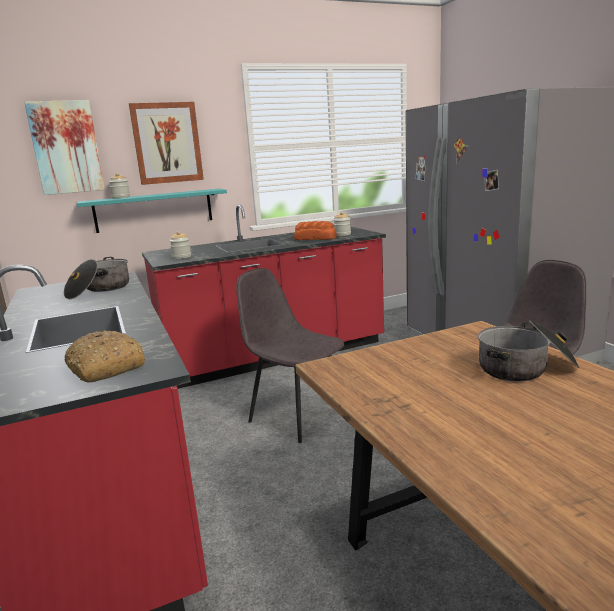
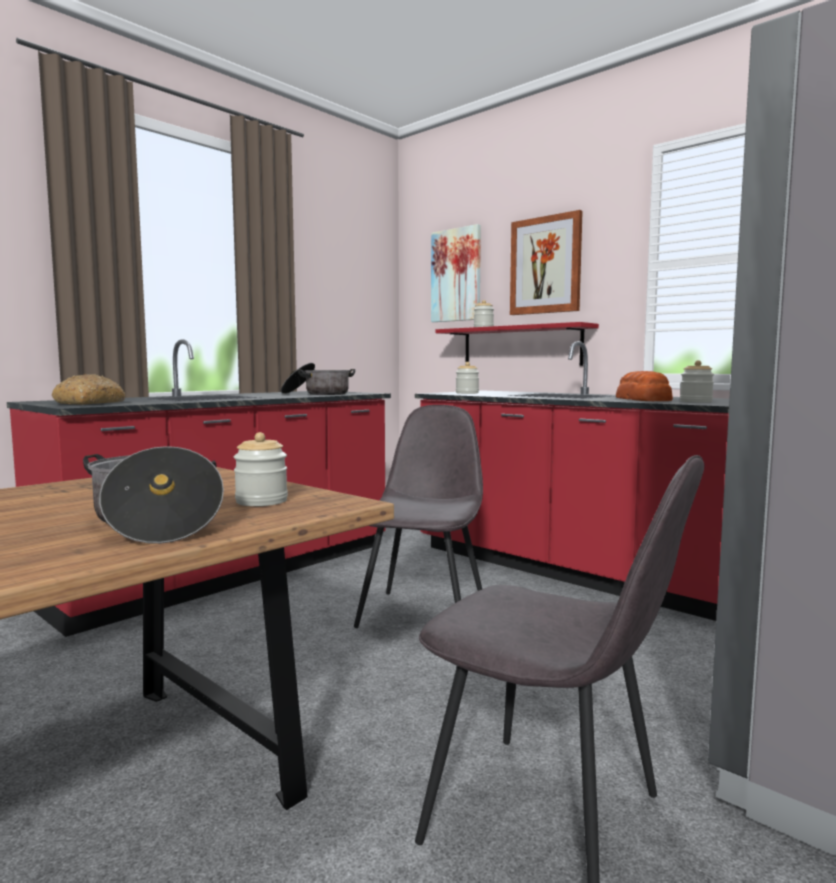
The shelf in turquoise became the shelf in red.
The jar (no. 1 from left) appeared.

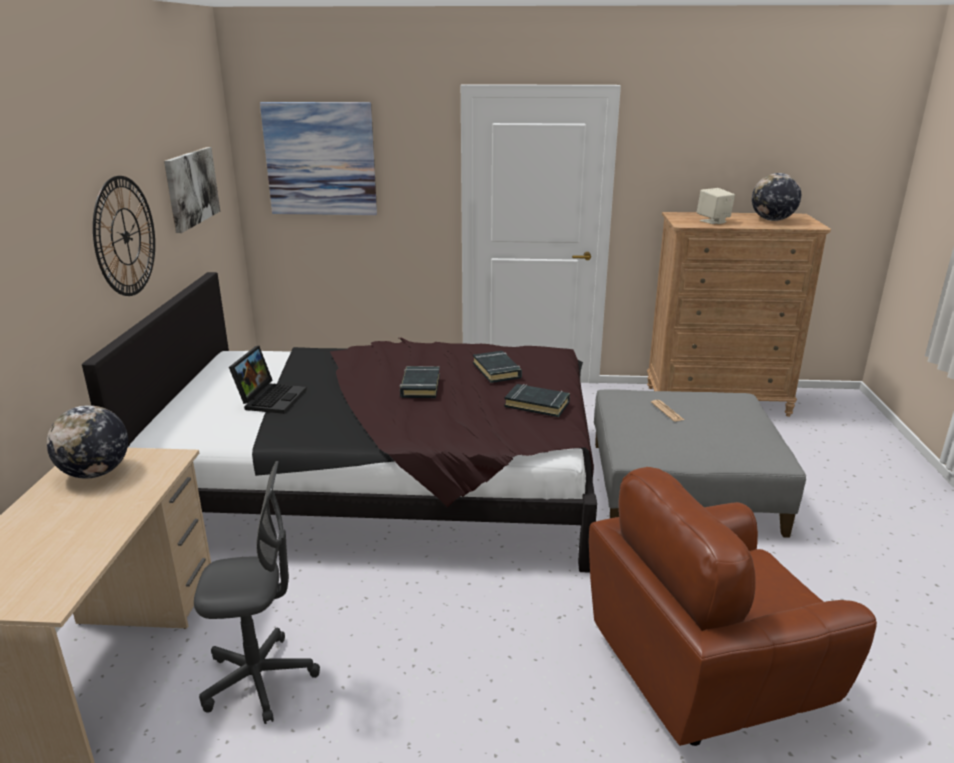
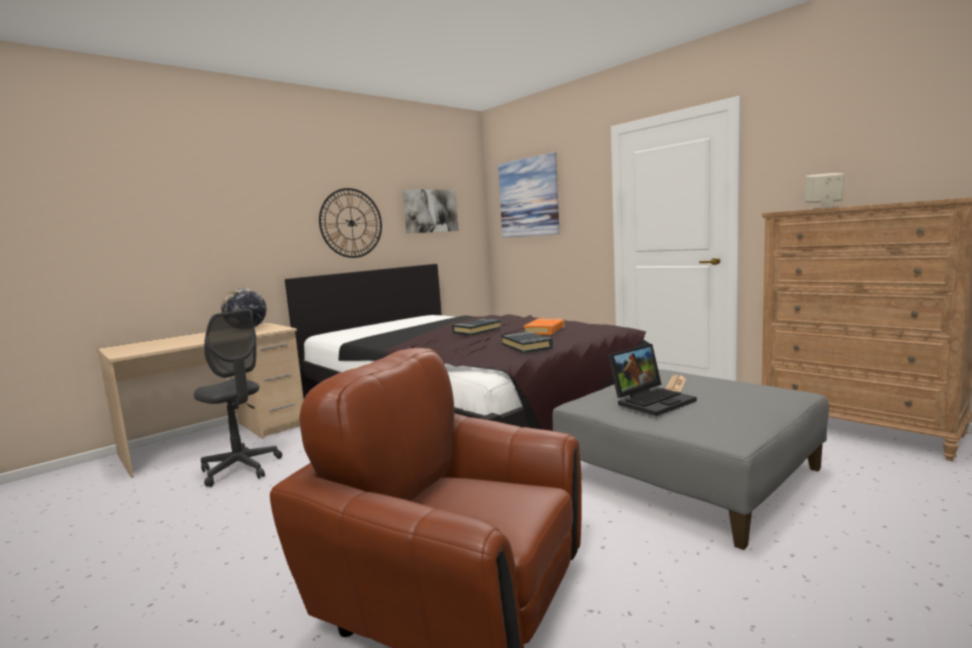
The globe (no. 2 from left) disappeared.
The laptop moved.
The book in black (no. 2 from left) became the book in orange.

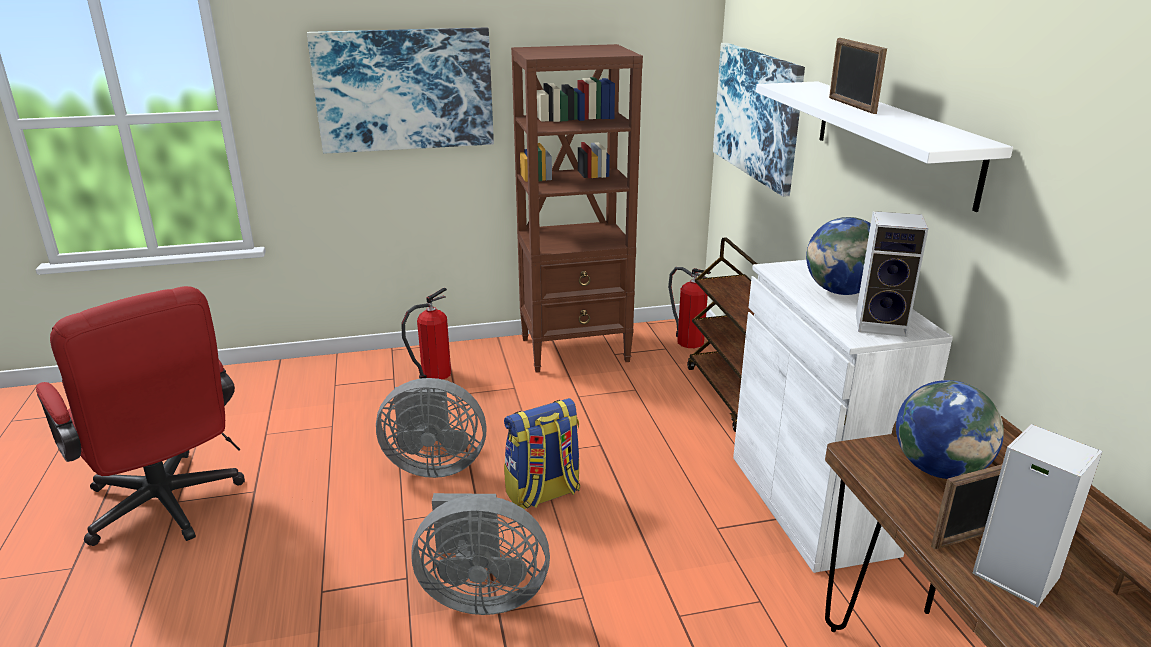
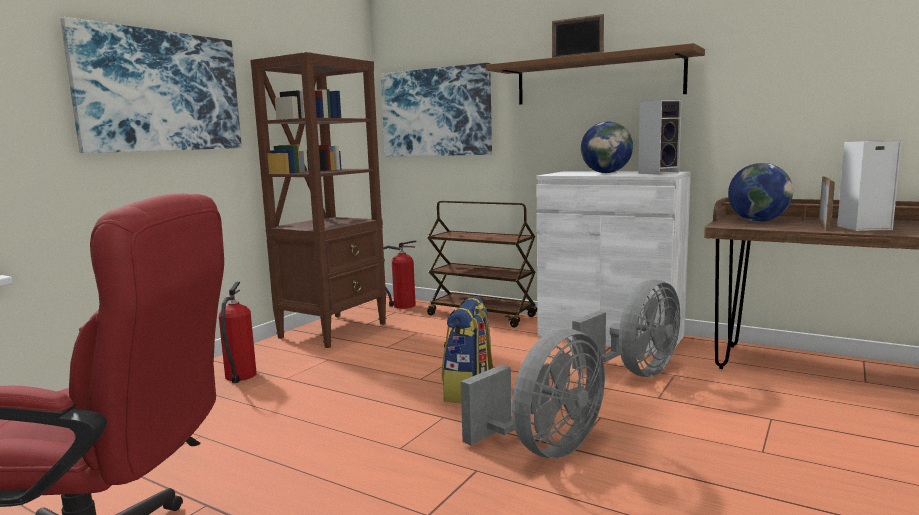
The shelf in white became the shelf in brown.
The fan in grey (no. 1 from left in the first image) moved.

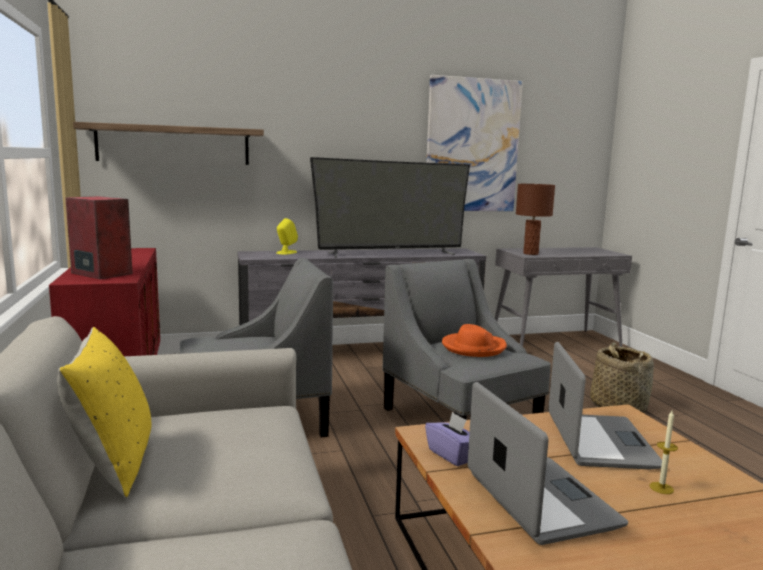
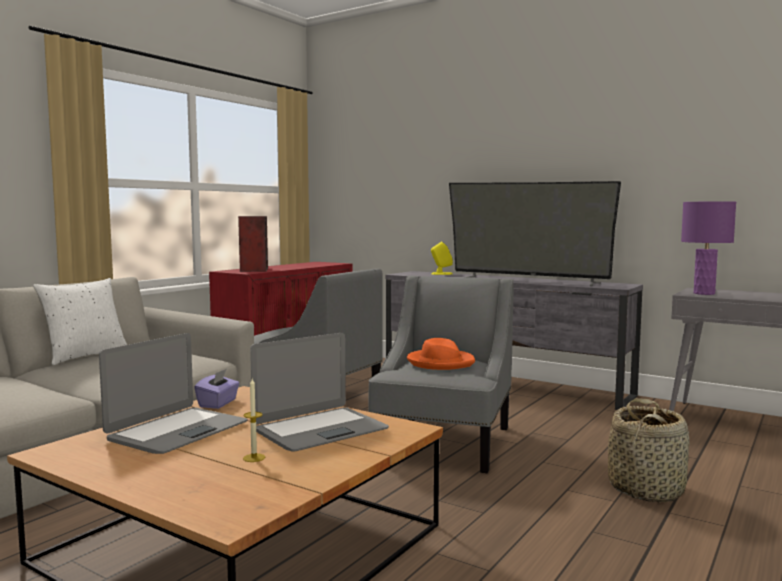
The picture disappeared.
The shelf disappeared.
The table lamp in brown became the table lamp in purple.
The pillow in yellow became the pillow in white.

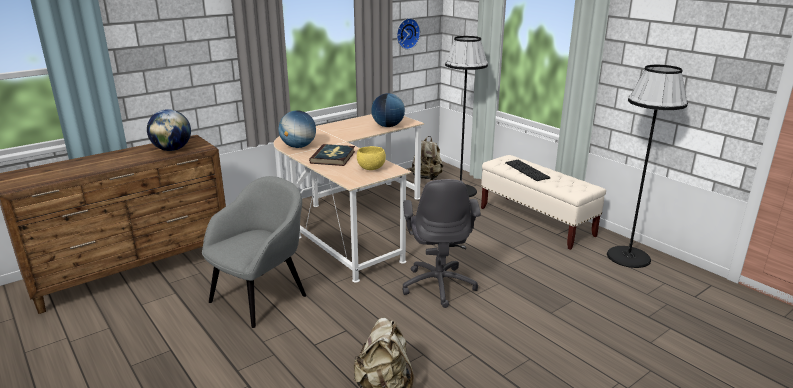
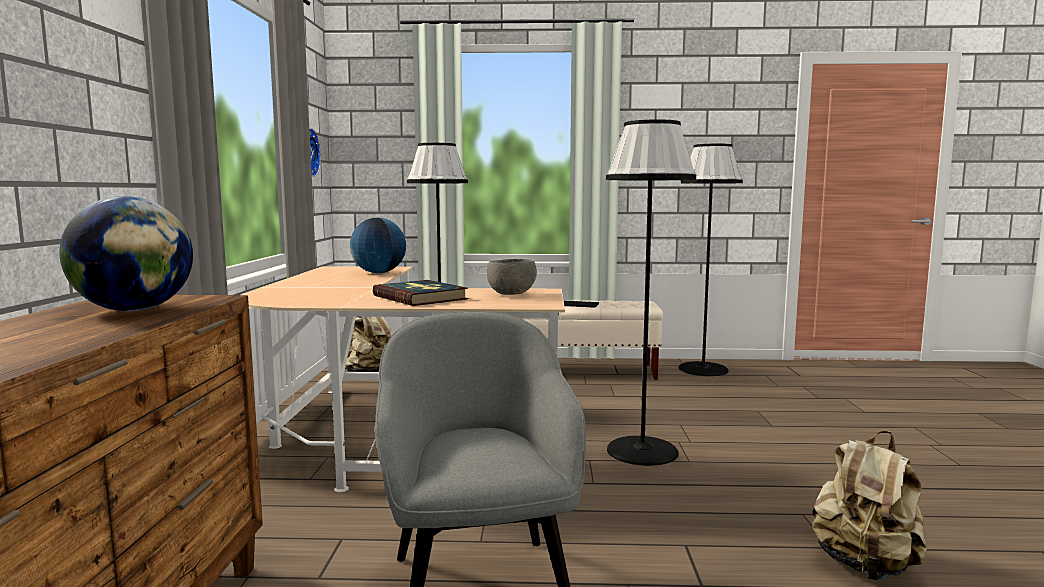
The globe (no. 2 from left) disappeared.
The bowl in yellow became the bowl in grey.
The office chair in grey was replaced by the floor lamp in black (no. 2 from left).

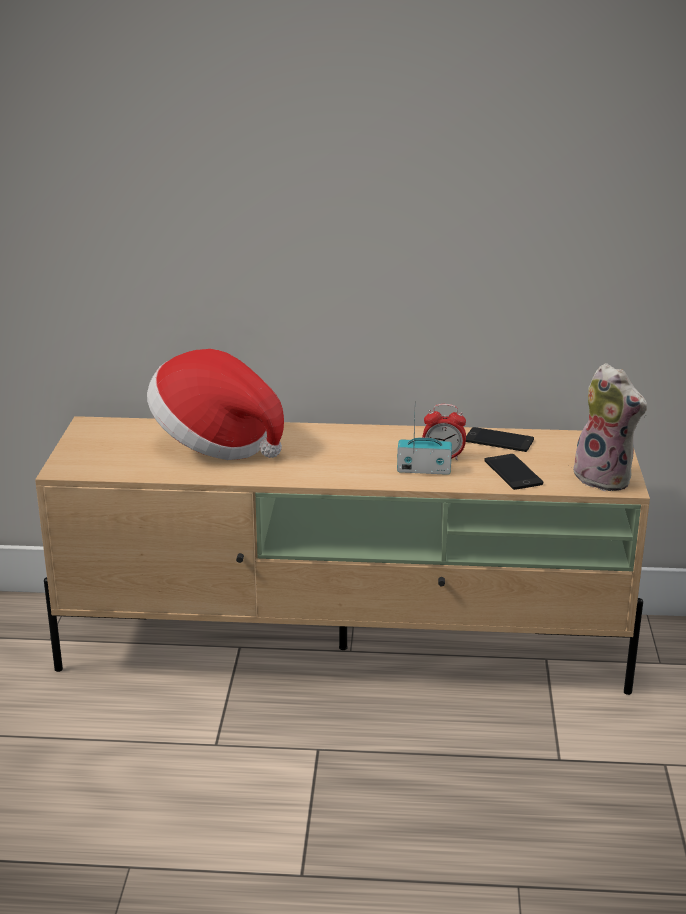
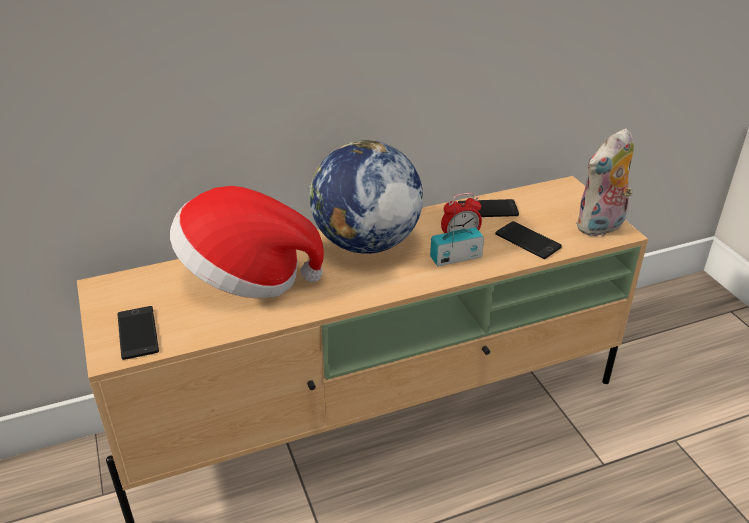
The plush toy turned 120 degrees clockwise.
The globe appeared.
The phone (no. 1 from left) appeared.

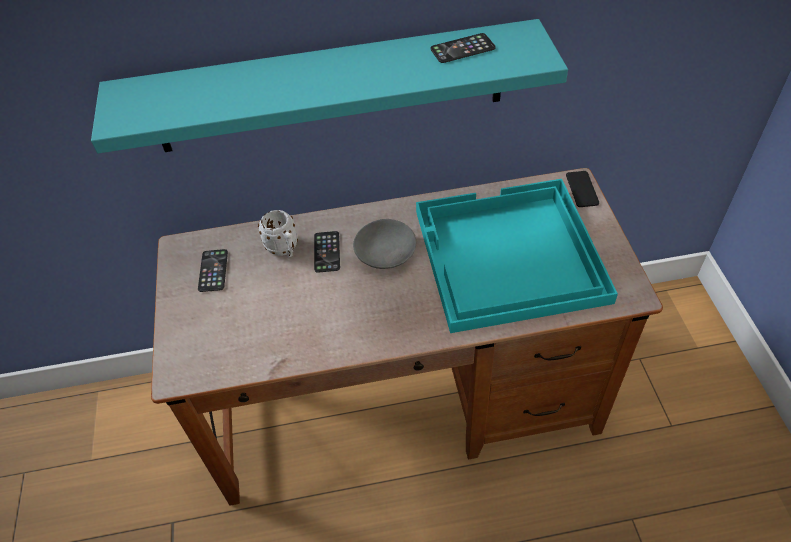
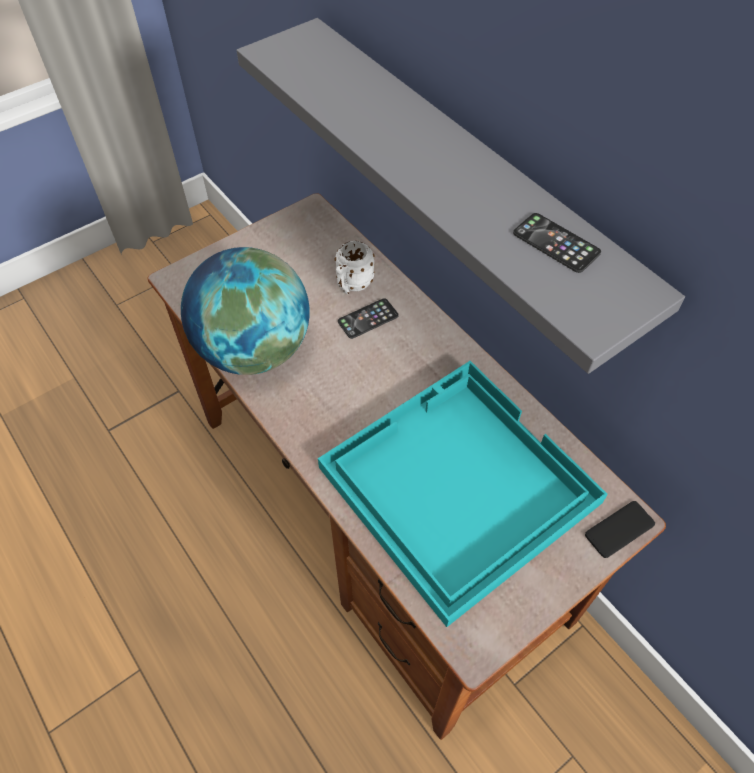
The shelf in turquoise became the shelf in grey.
The bowl in grey disappeared.
The phone (no. 1 from left) disappeared.
The globe appeared.

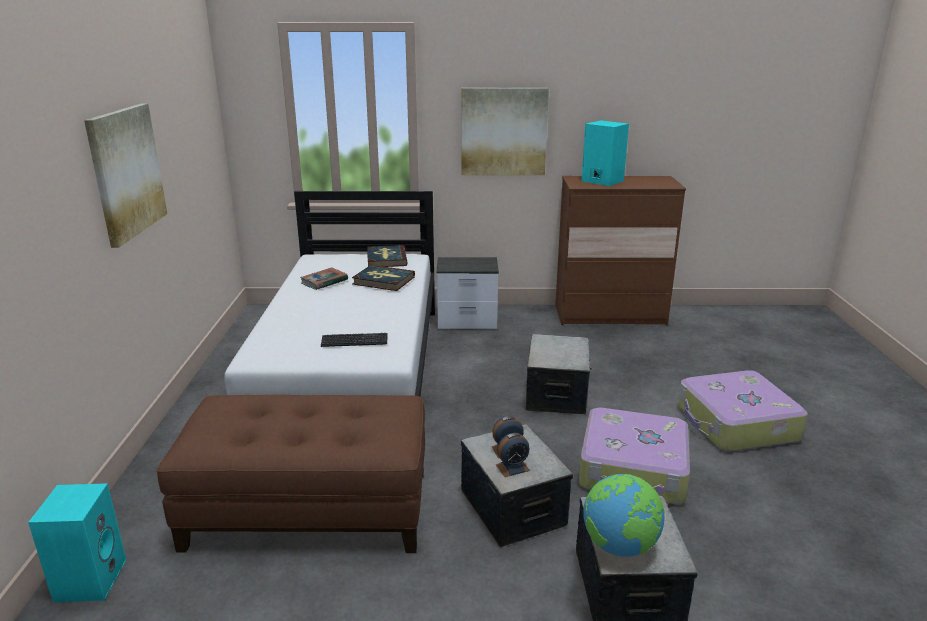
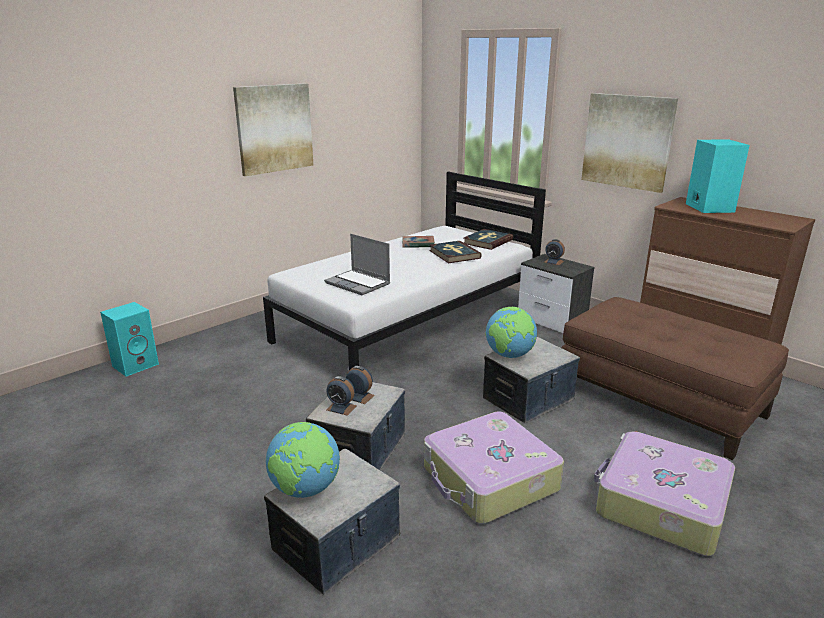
The keyboard was replaced by the laptop.
The ottoman in brown moved.
The alarm clock (no. 3 from left) appeared.
The globe (no. 2 from left) appeared.

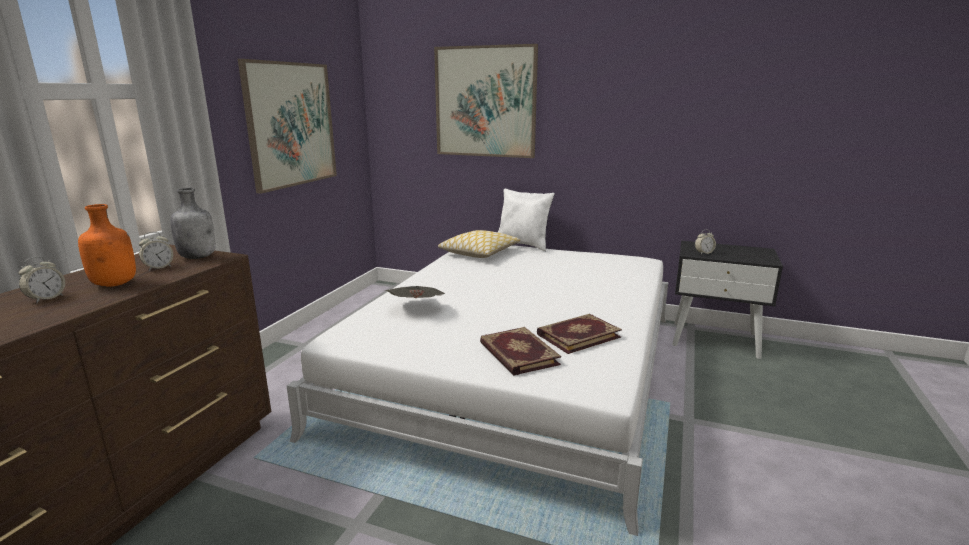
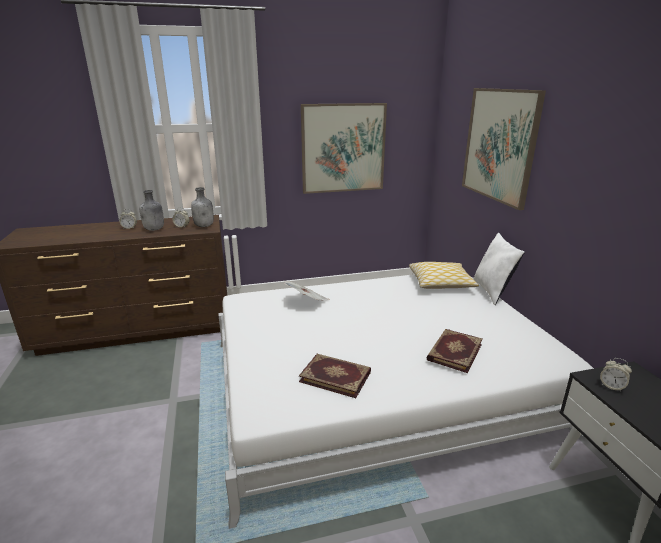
The bottle in orange became the bottle in grey (no. 1 from left).
The book (no. 1 from left in the first image) moved.

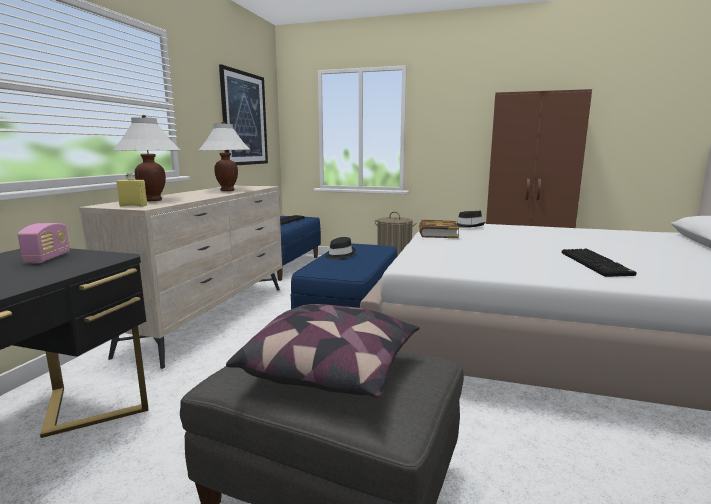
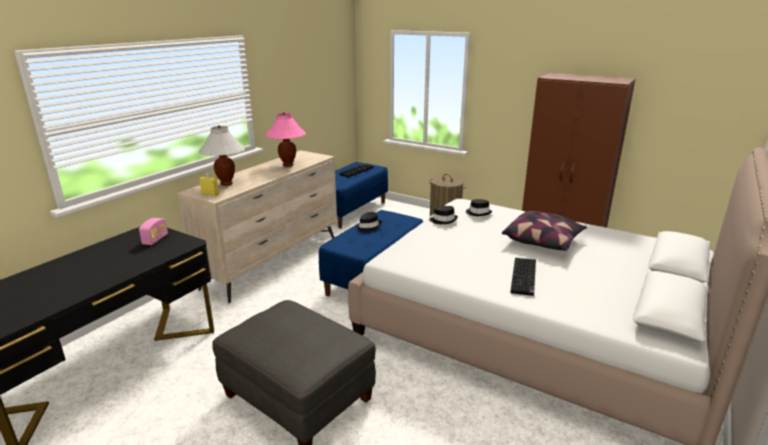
The picture disappeared.
The table lamp in white (no. 2 from left) became the table lamp in pink.
The book was replaced by the hat in black (no. 2 from left).
The pillow moved.

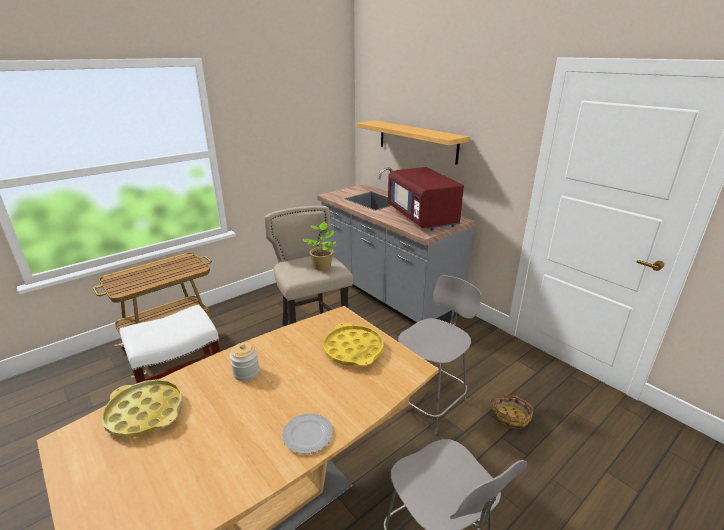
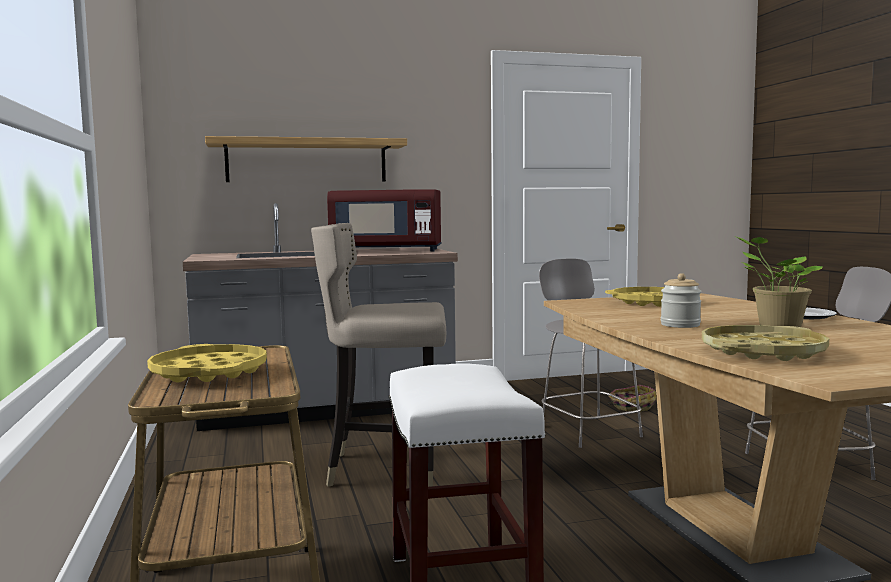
The potted plant moved.
The tray in yellow (no. 1 from left) appeared.

